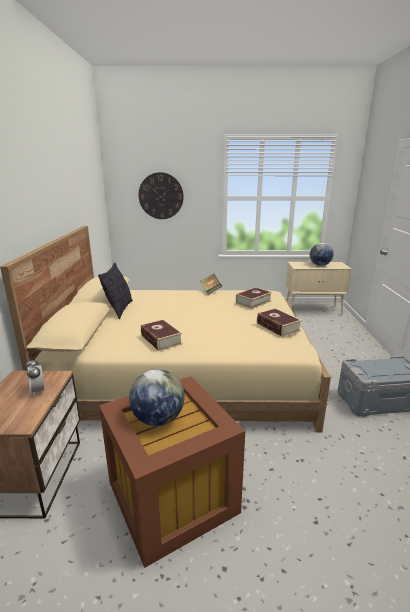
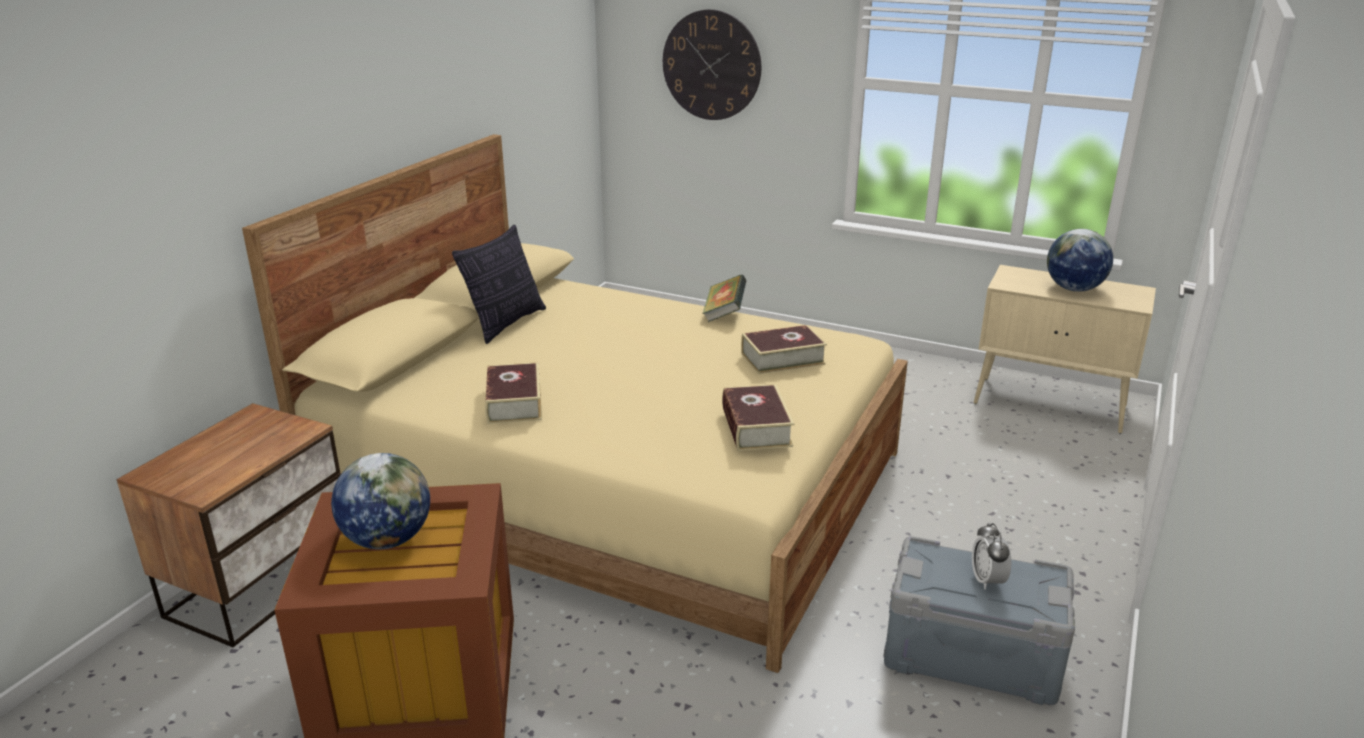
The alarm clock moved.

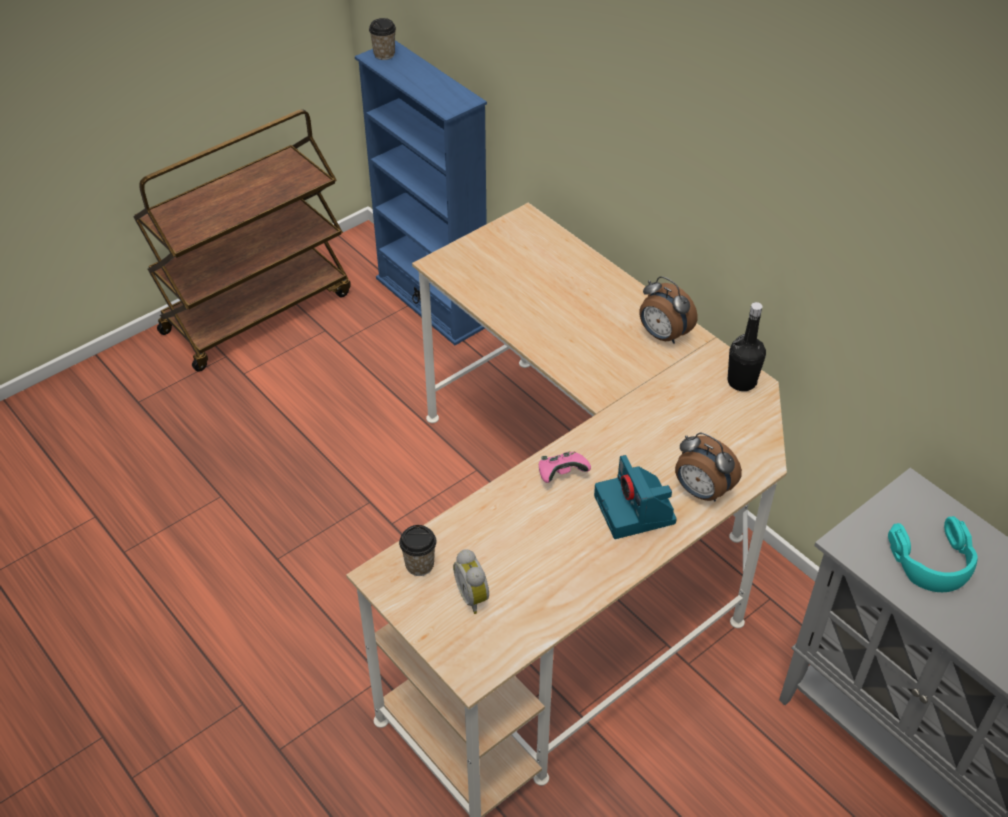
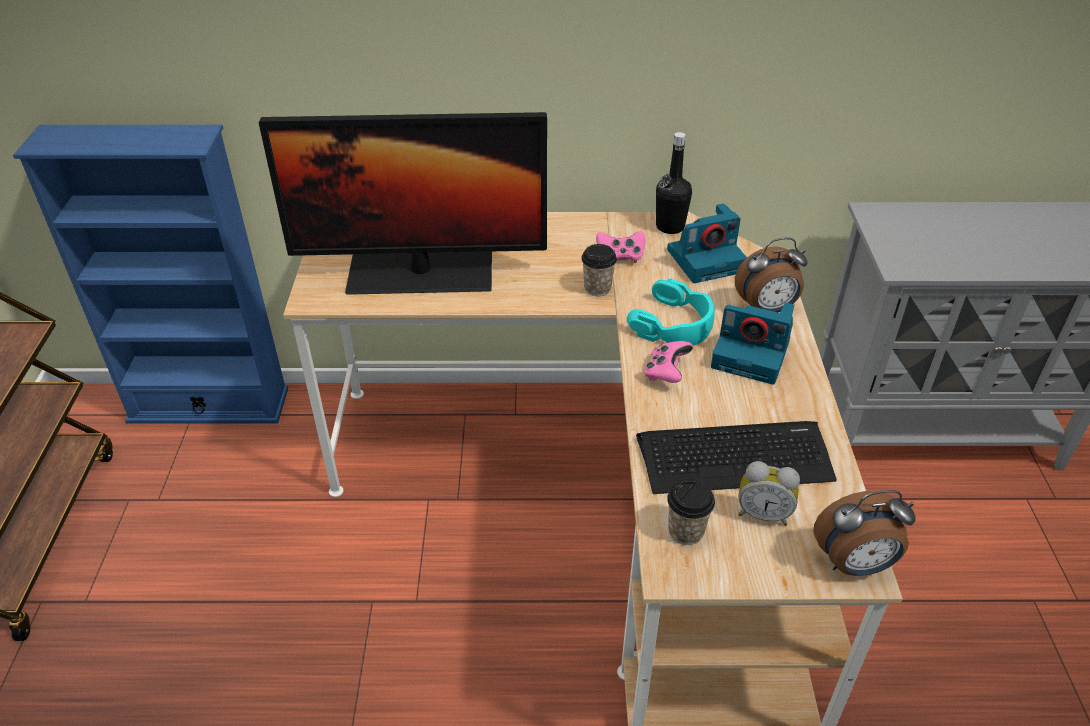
The cup (no. 1 from left) moved.
The alarm clock (no. 2 from left in the first image) moved.
The headphones in turquoise moved.
The monitor appeared.
The photo camera (no. 1 from left) appeared.
The game controller in pink (no. 1 from left) appeared.
The keyboard appeared.

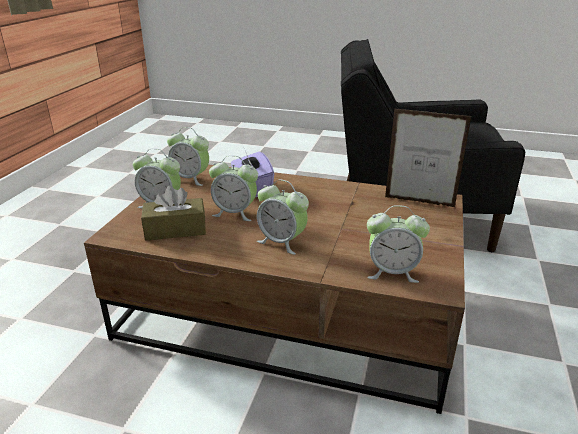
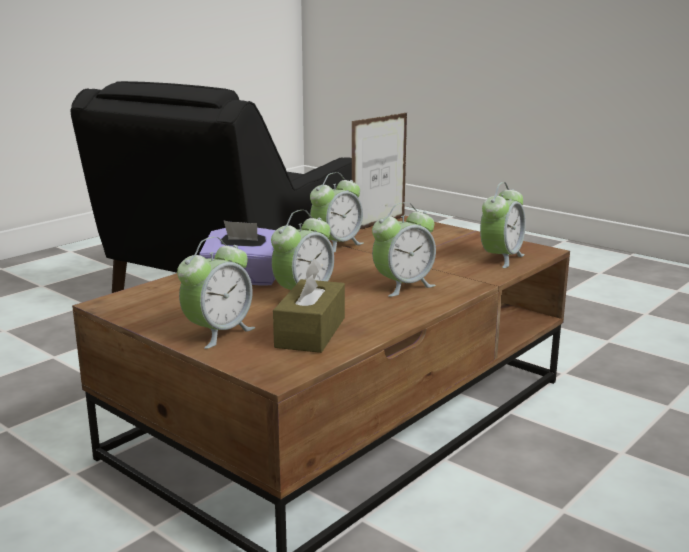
The alarm clock (no. 2 from left in the first image) moved.

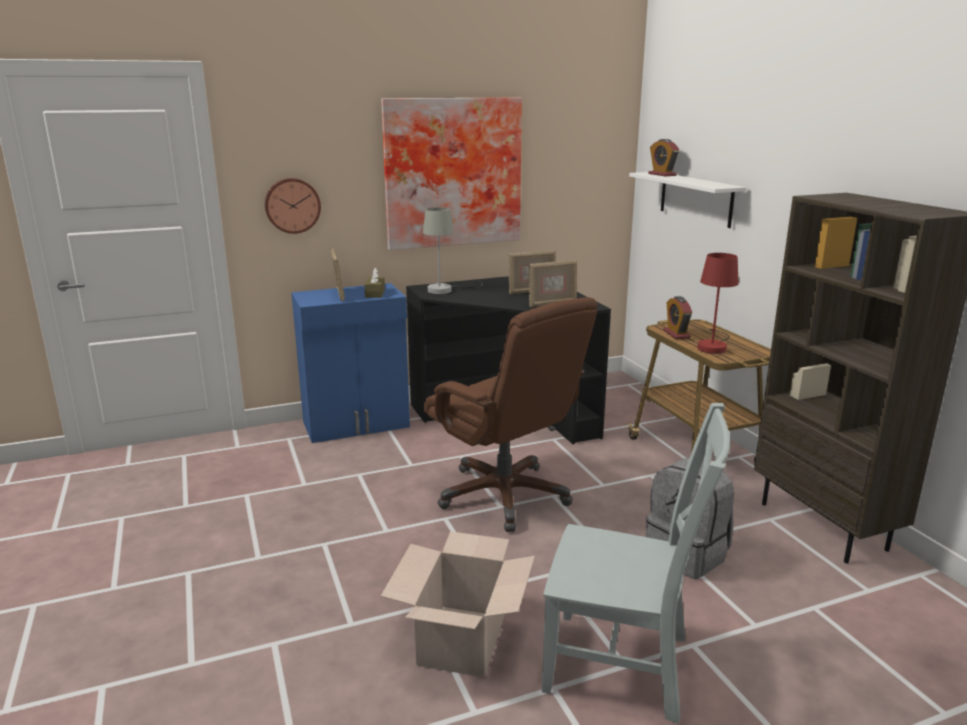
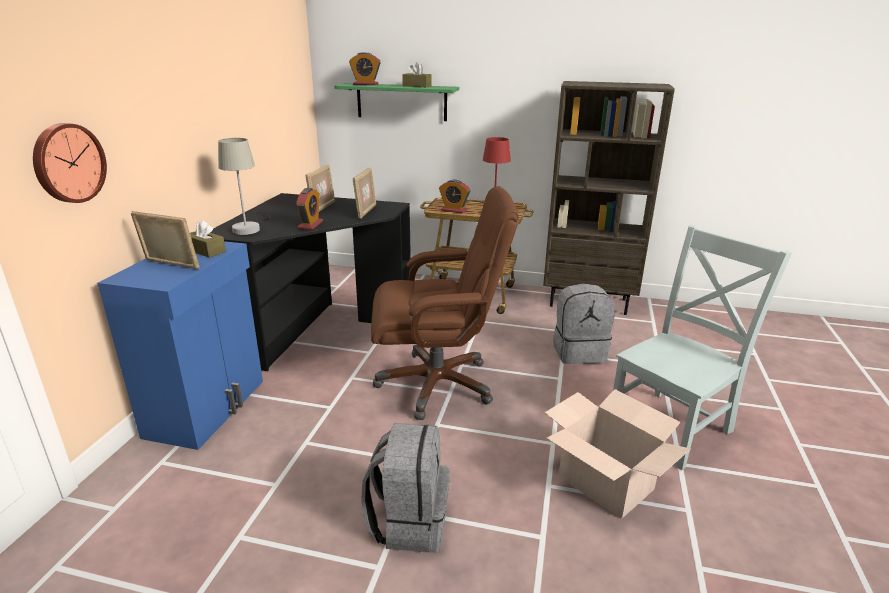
The picture disappeared.
The shelf in white became the shelf in green.
The tissue box in brown (no. 2 from left) appeared.
The alarm clock (no. 1 from left) appeared.
The backpack in grey (no. 1 from left) appeared.

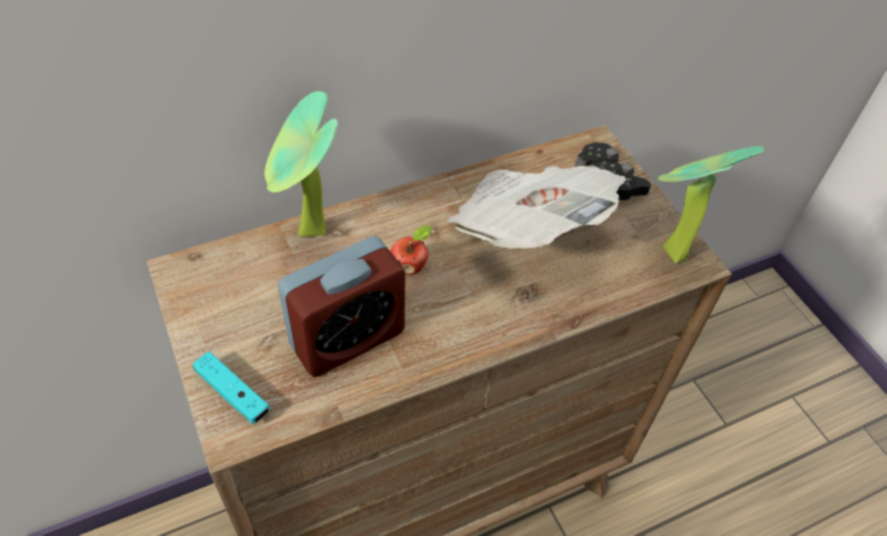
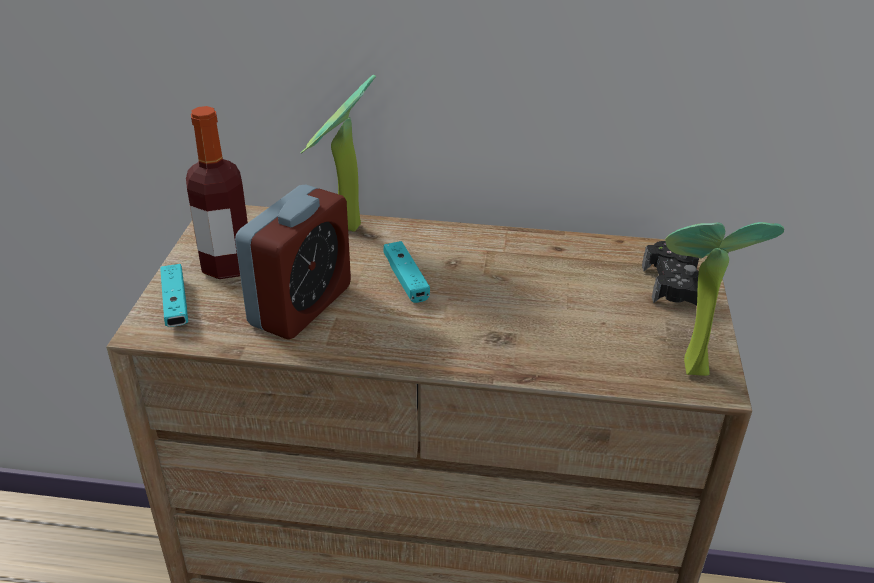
The newspaper disappeared.
The apple was replaced by the game controller in turquoise (no. 2 from left).
The alarm clock turned 60 degrees counterclockwise.
The bottle appeared.

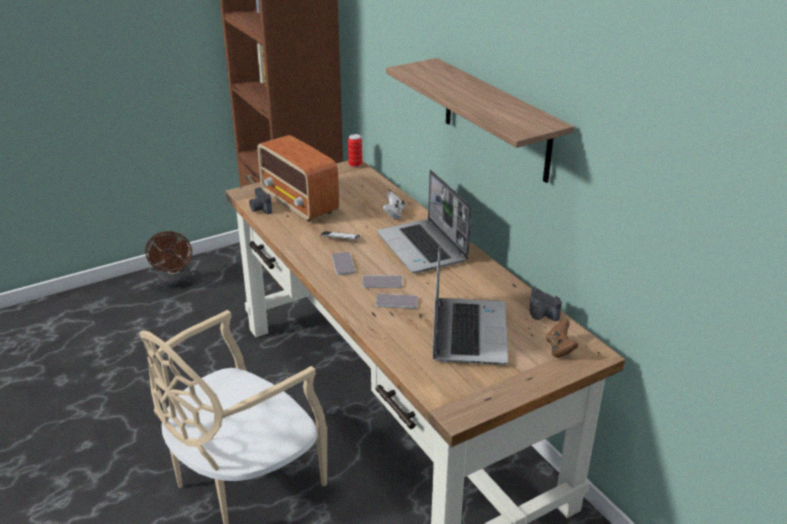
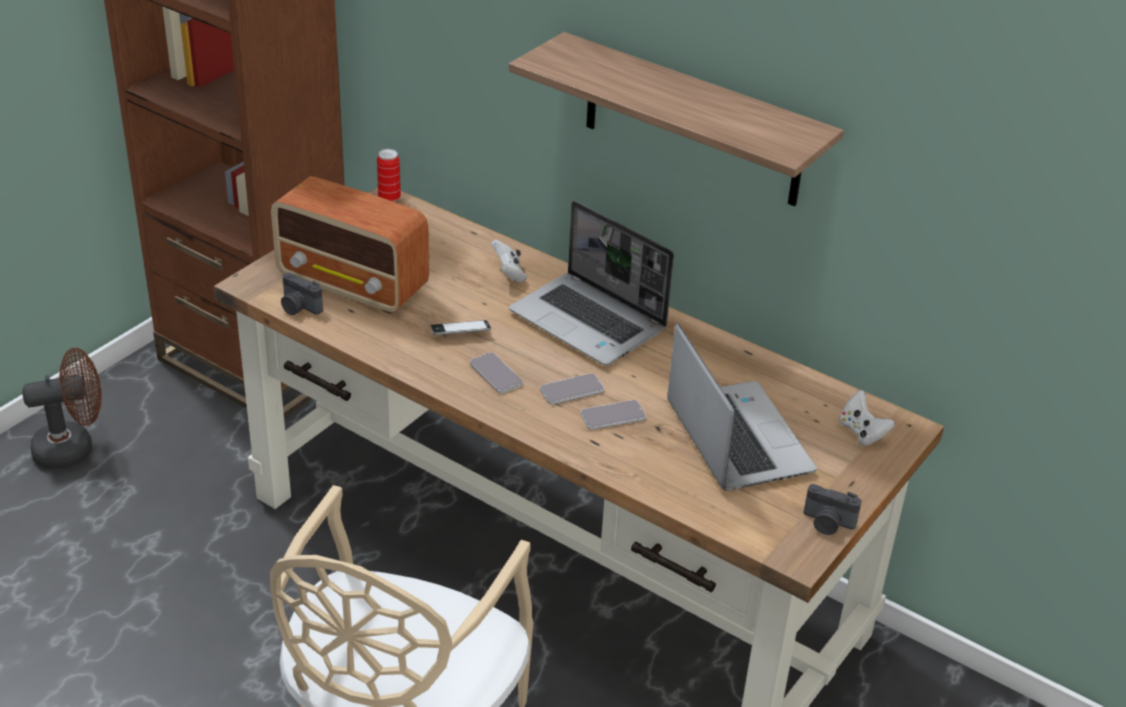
The fan in brown turned 75 degrees counterclockwise.
The photo camera (no. 2 from left) moved.
The game controller in brown became the game controller in white (no. 2 from left).

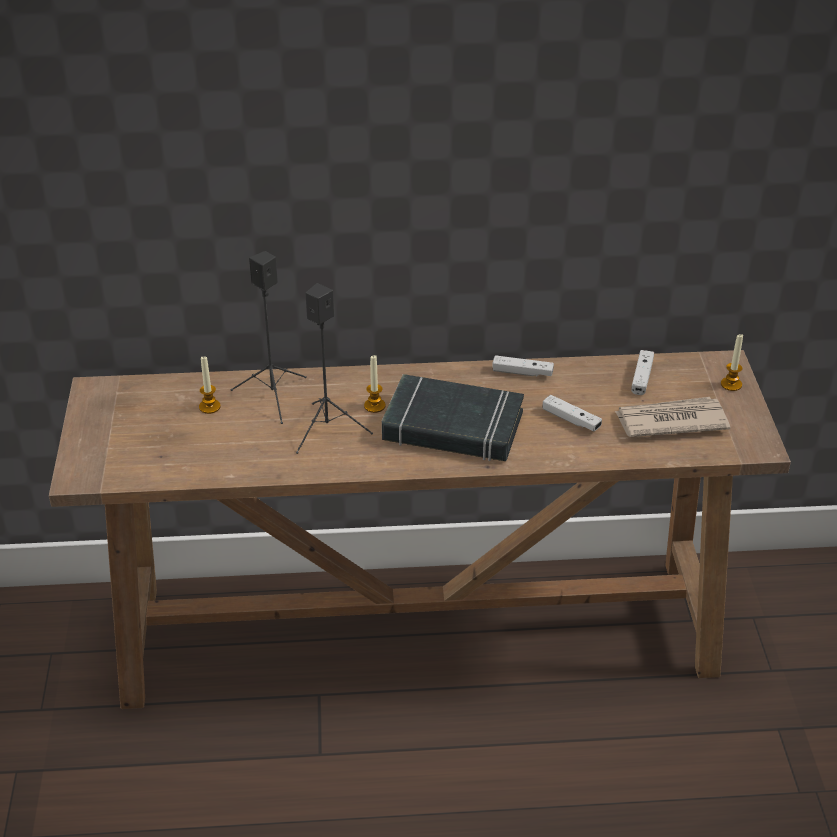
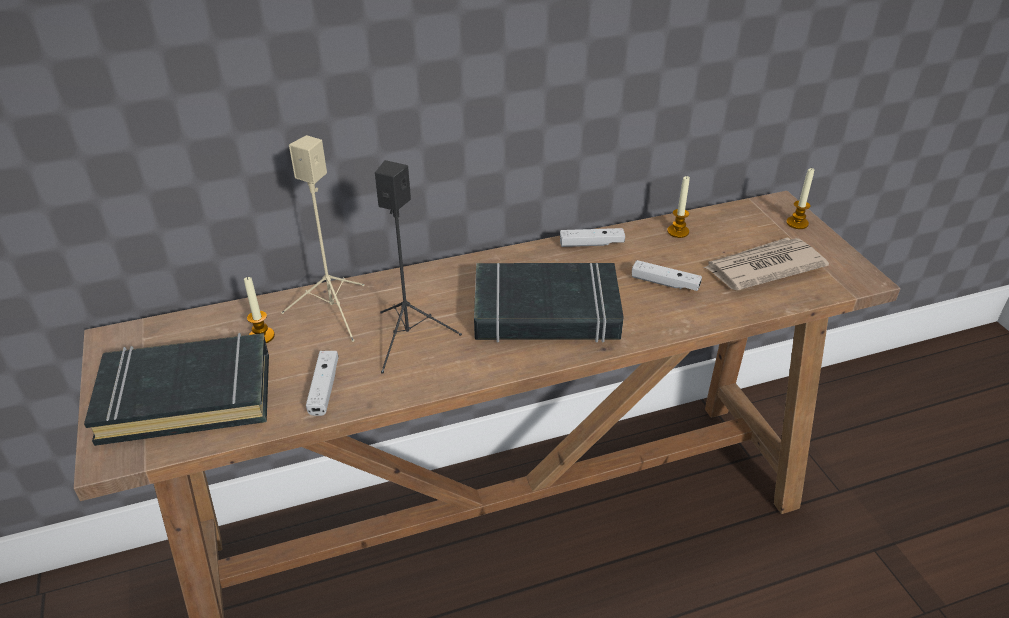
The speaker in black (no. 1 from left) became the speaker in beige.
The game controller in white (no. 3 from left in the first image) moved.
The candle (no. 2 from left) moved.
The book in black (no. 1 from left) appeared.

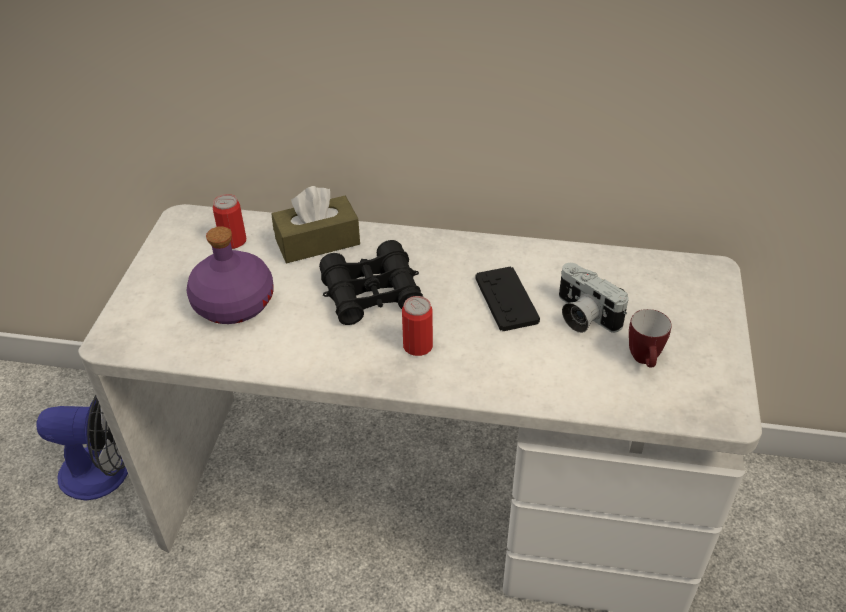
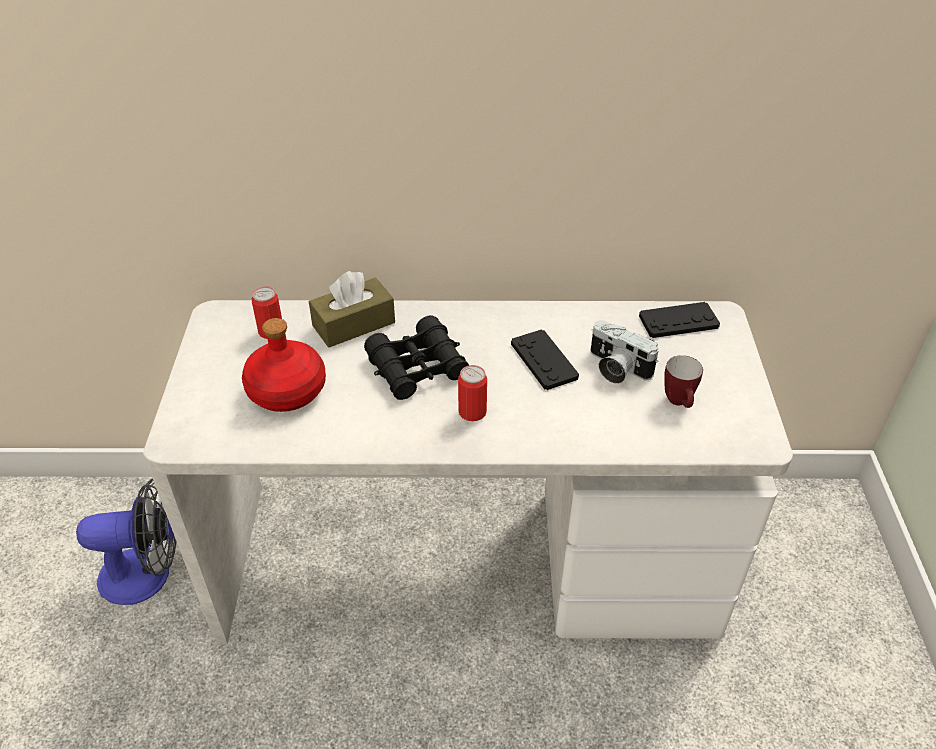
The bottle in purple became the bottle in red.
The game controller in black (no. 2 from left) appeared.

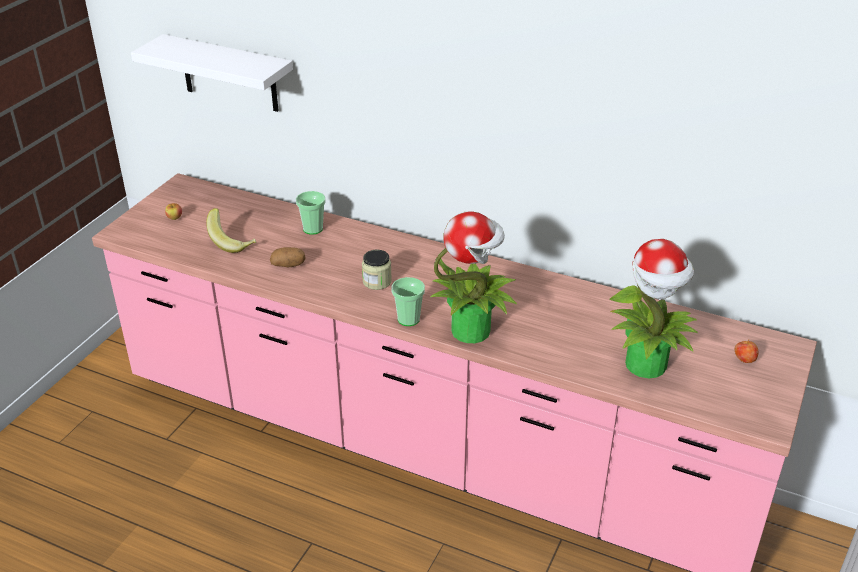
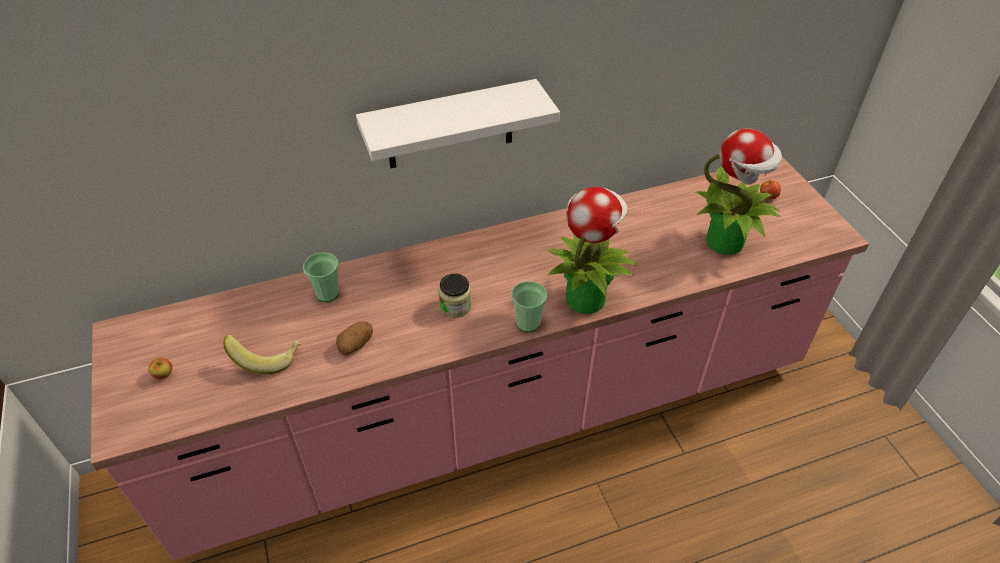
The shelf in white moved.

